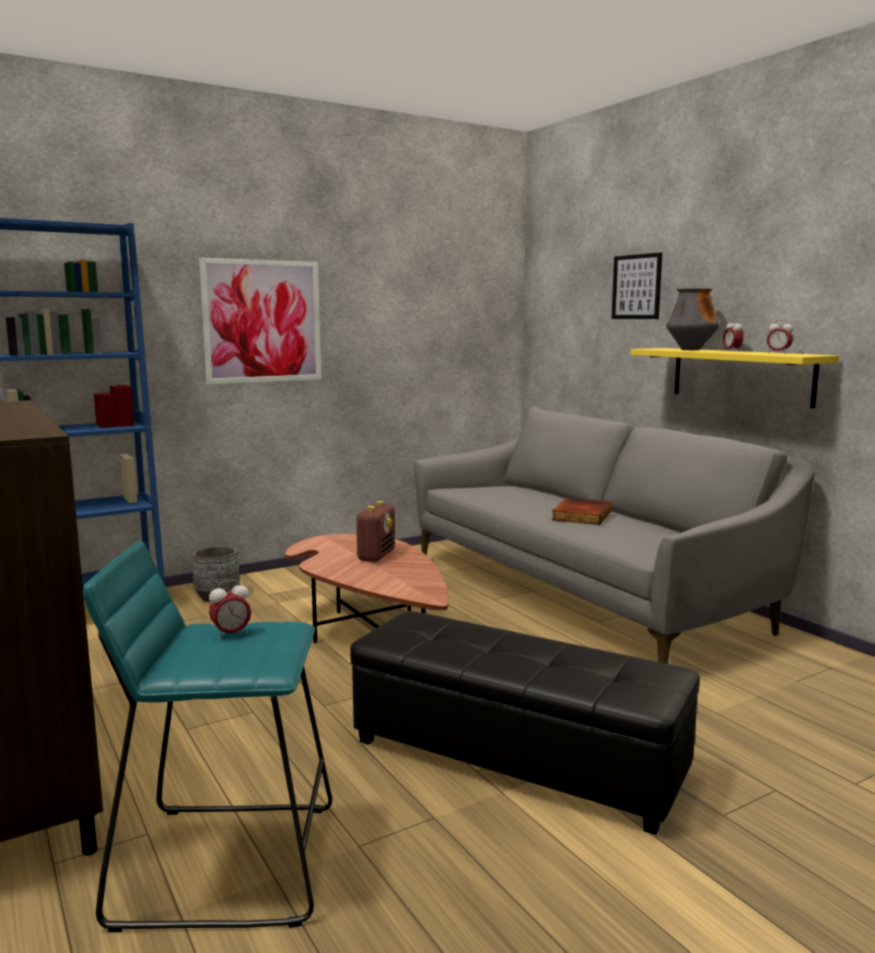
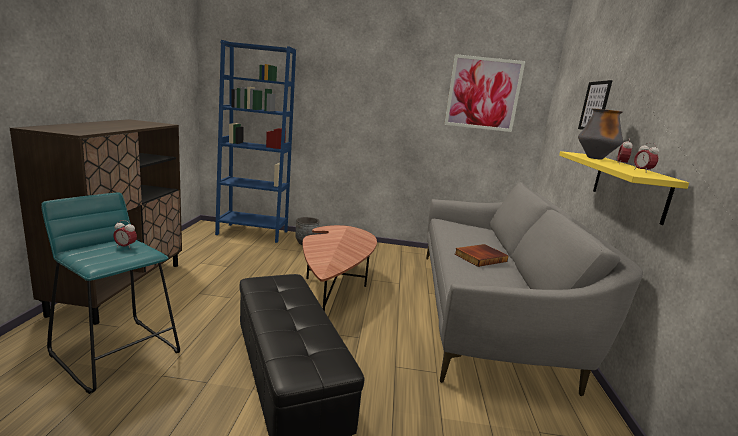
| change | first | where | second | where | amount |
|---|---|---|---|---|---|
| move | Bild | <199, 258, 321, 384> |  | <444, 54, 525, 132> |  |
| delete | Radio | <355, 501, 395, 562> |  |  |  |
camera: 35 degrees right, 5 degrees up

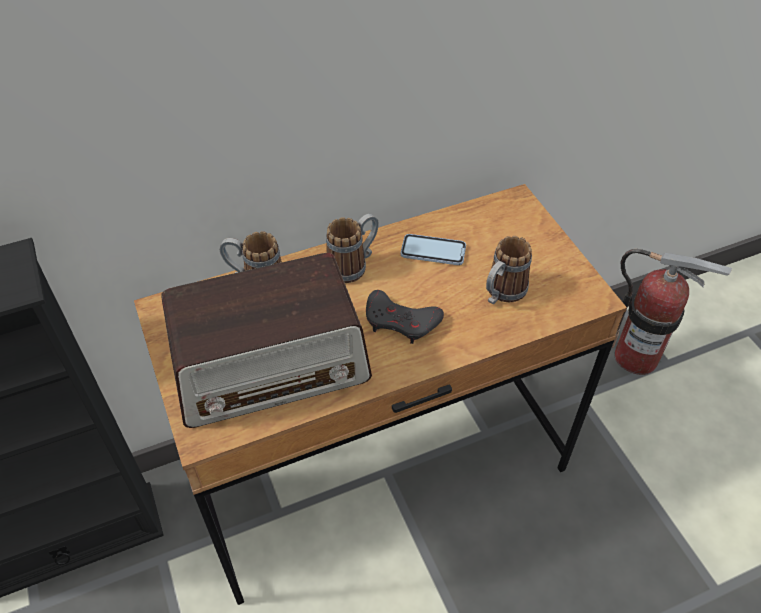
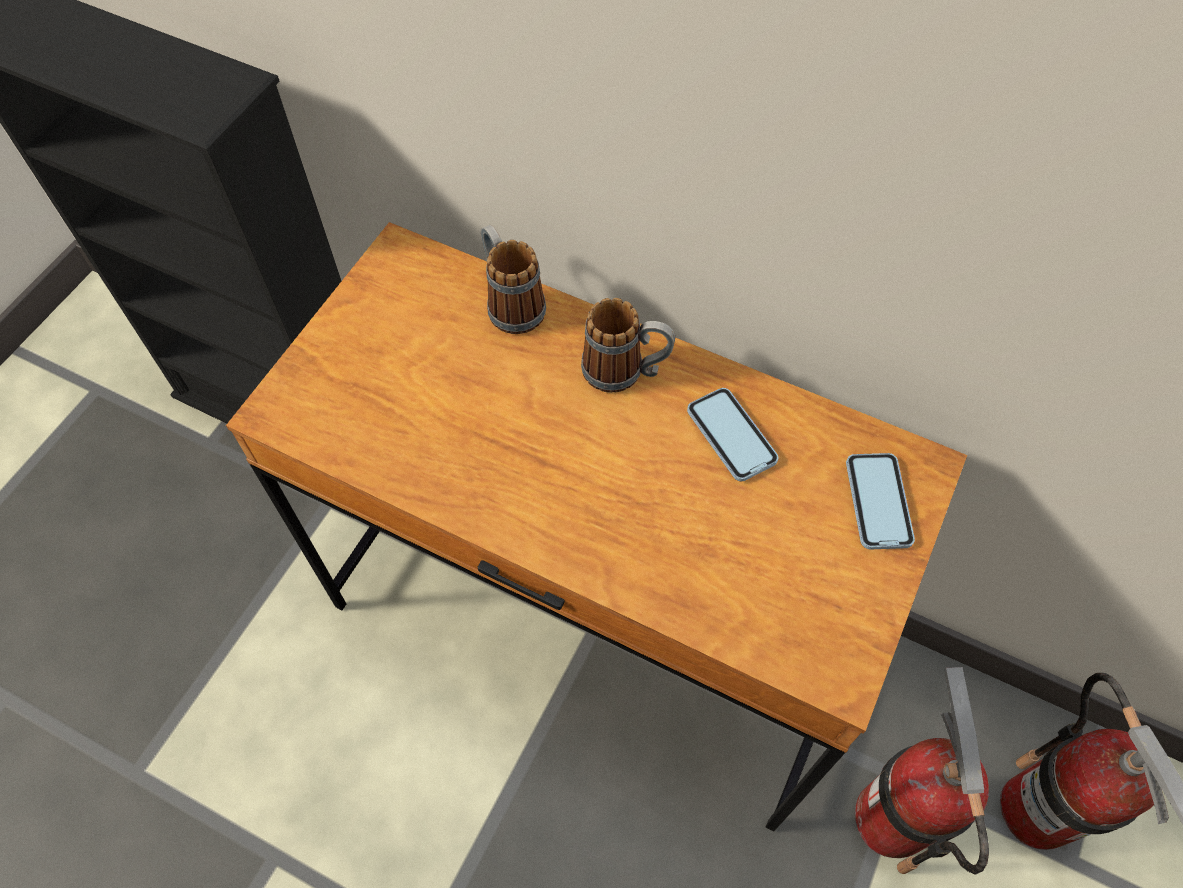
| change | first | where | second | where | amount |
|---|---|---|---|---|---|
| insert |  |  | Handy | <846, 453, 915, 549> |  |
| insert |  |  | Feuerlöscher | <855, 667, 989, 874> |  |
| delete | Radio | <161, 253, 372, 428> |  |  |  |
| delete | Gamepad [grau] | <366, 290, 444, 344> |  |  |  |
| delete | Henkelbecher | <486, 236, 532, 304> |  |  |  |
camera: 50 degrees right, 10 degrees up

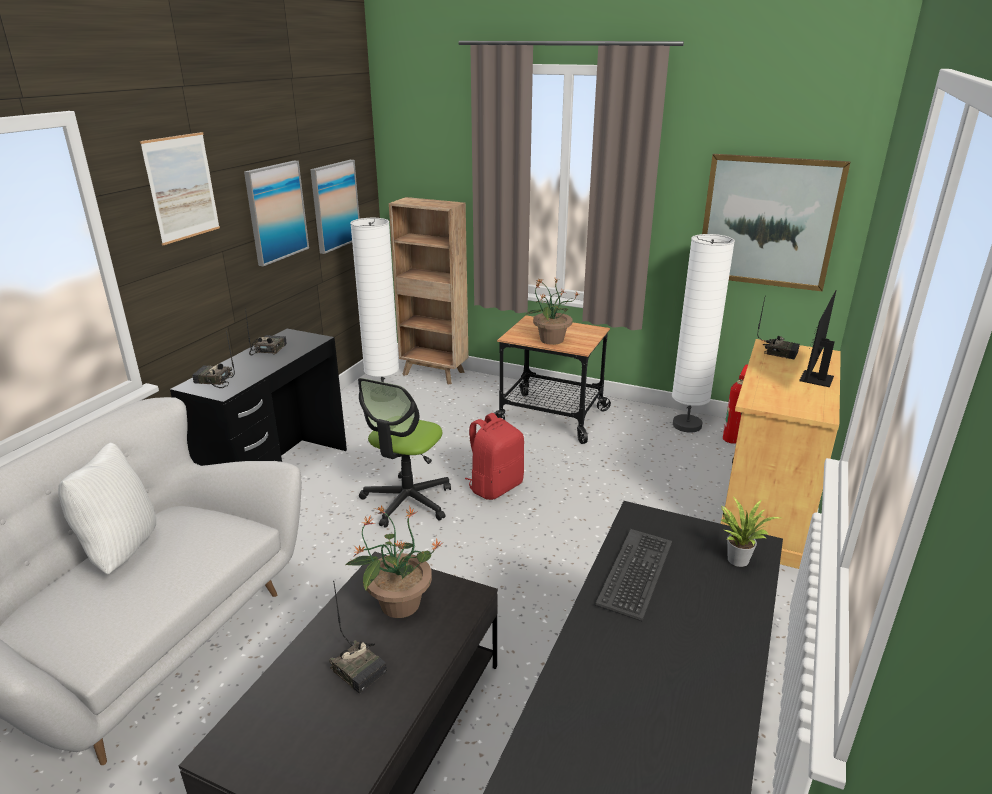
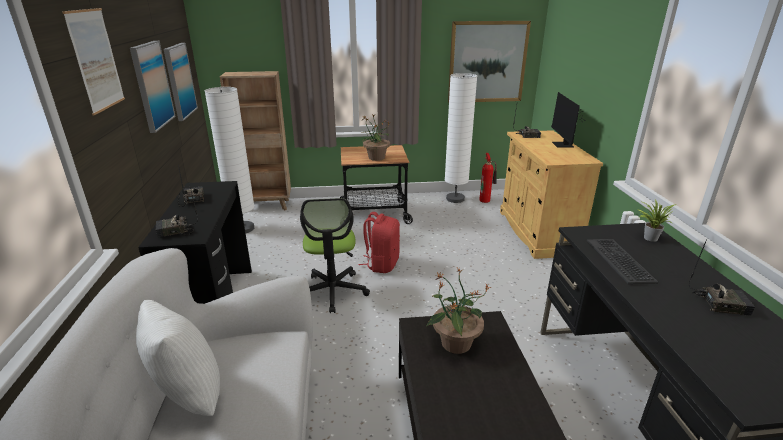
| change | first | where | second | where | amount |
|---|---|---|---|---|---|
| move | Radio | <329, 580, 387, 694> |  | <689, 240, 755, 316> |  |
camera: 30 degrees left, 0 degrees up

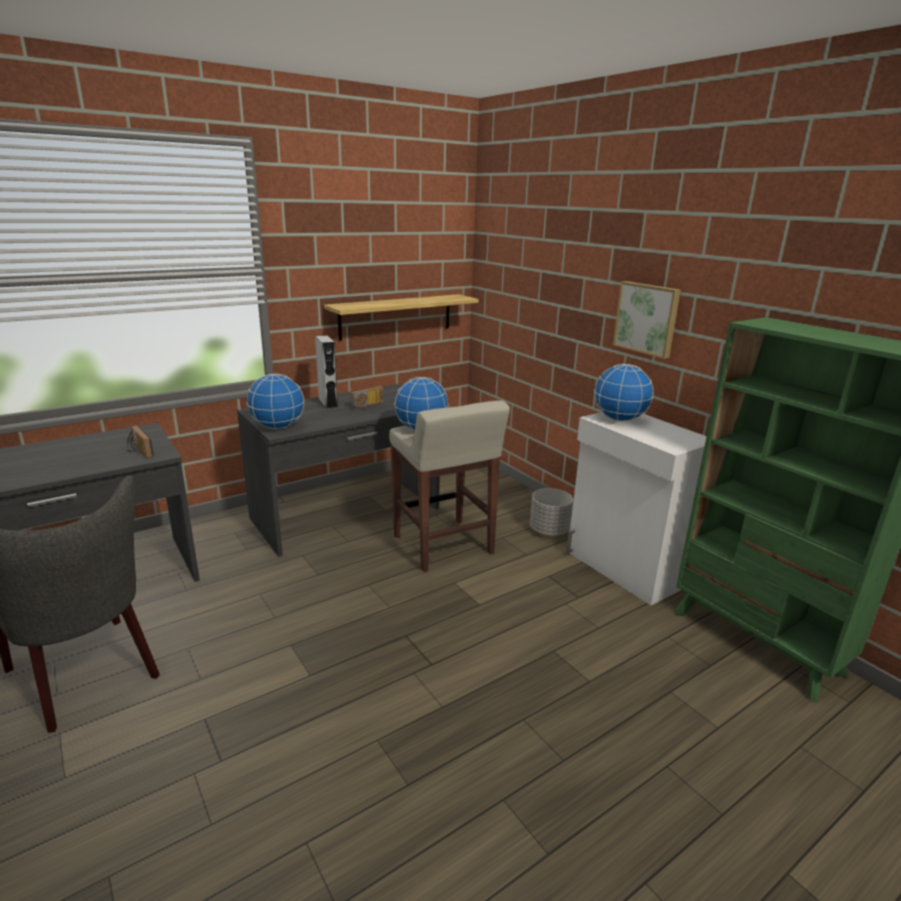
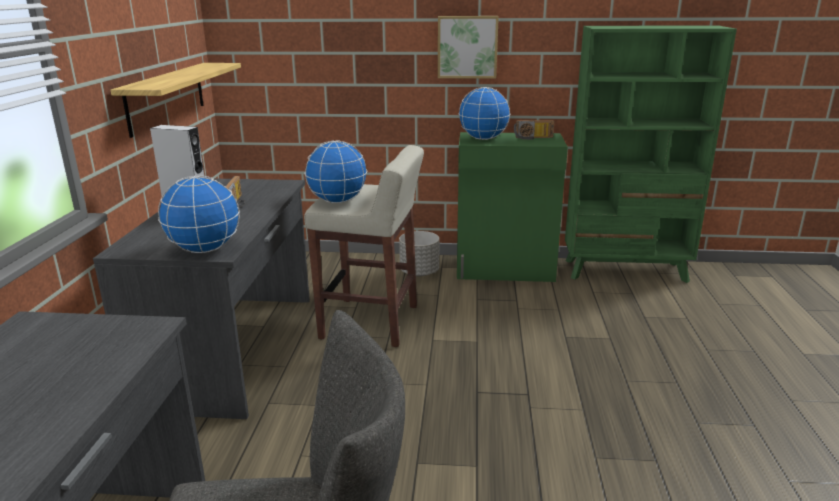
| change | first | where | second | where | amount |
|---|---|---|---|---|---|
| recolor | Schrank [weiß] | <566, 412, 707, 605> | Schrank [grün] | <457, 132, 568, 282> |  |
| move | Radio | <127, 425, 154, 458> |  | <514, 120, 554, 140> |  |
camera: 50 degrees left, 0 degrees up

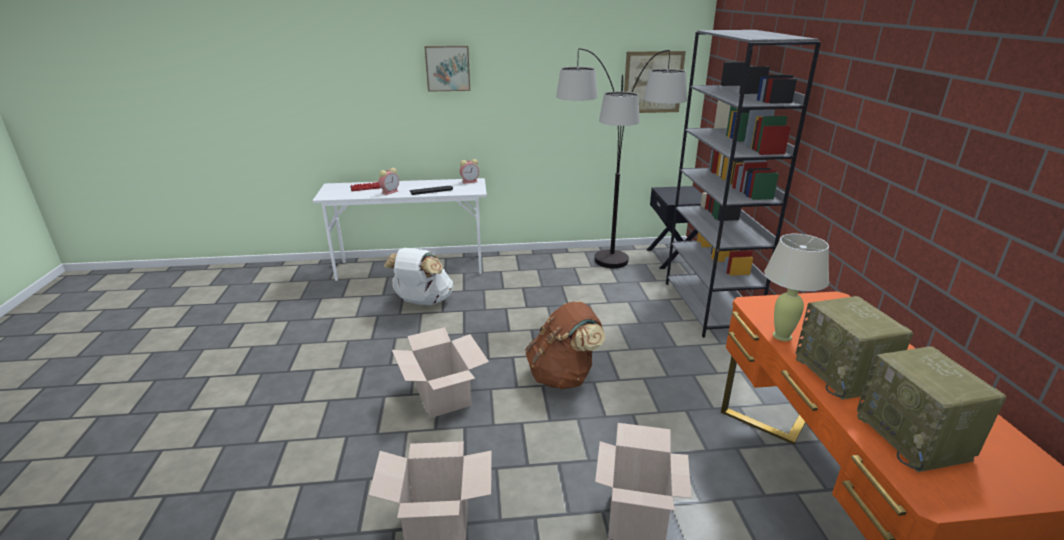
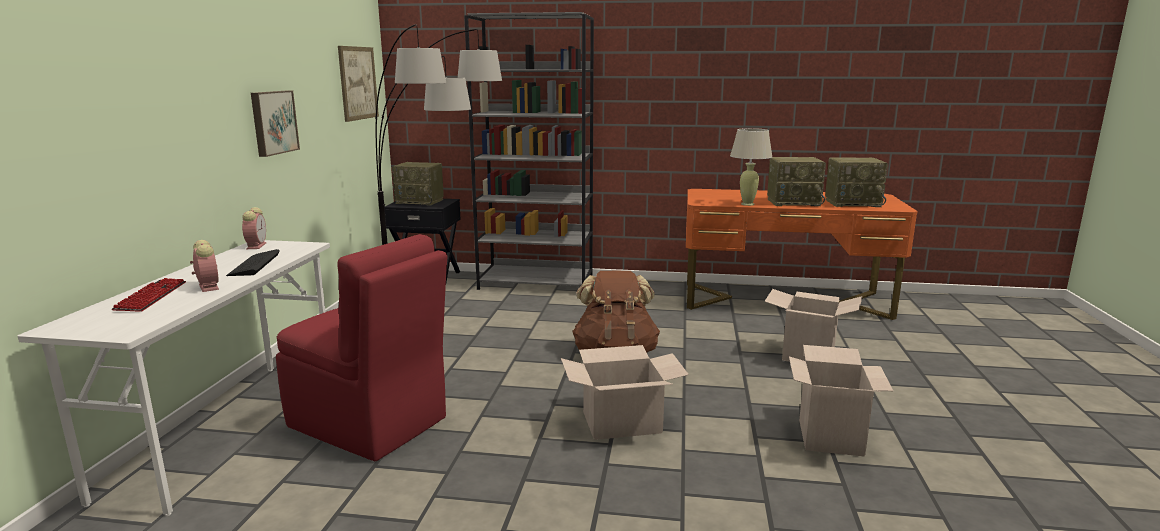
| change | first | where | second | where | amount |
|---|---|---|---|---|---|
| move | Bild | <425, 46, 470, 92> |  | <251, 91, 300, 157> |  |
| replace | Rucksack [weiß] | <383, 248, 454, 305> | Stuhl [rot] | <276, 234, 448, 461> |  |
| insert |  |  | Radio | <392, 162, 444, 206> |  |
camera: 75 degrees left, 10 degrees down

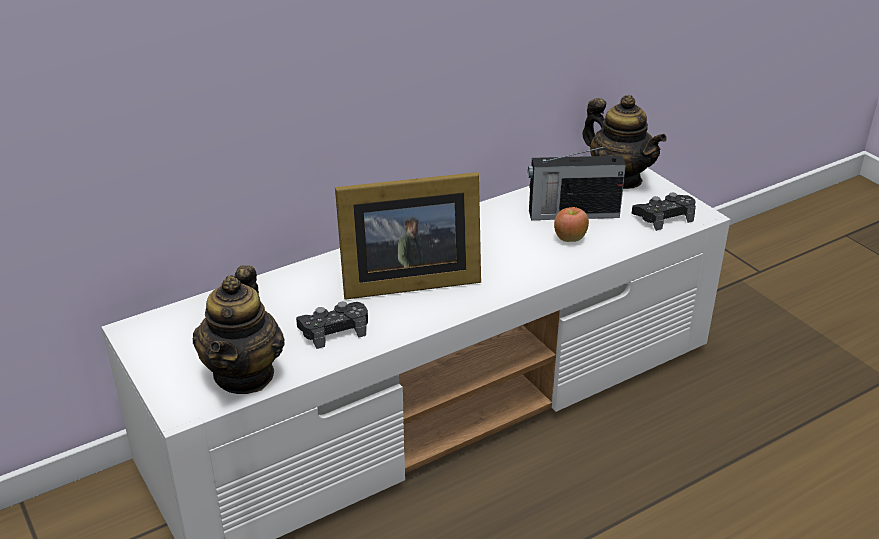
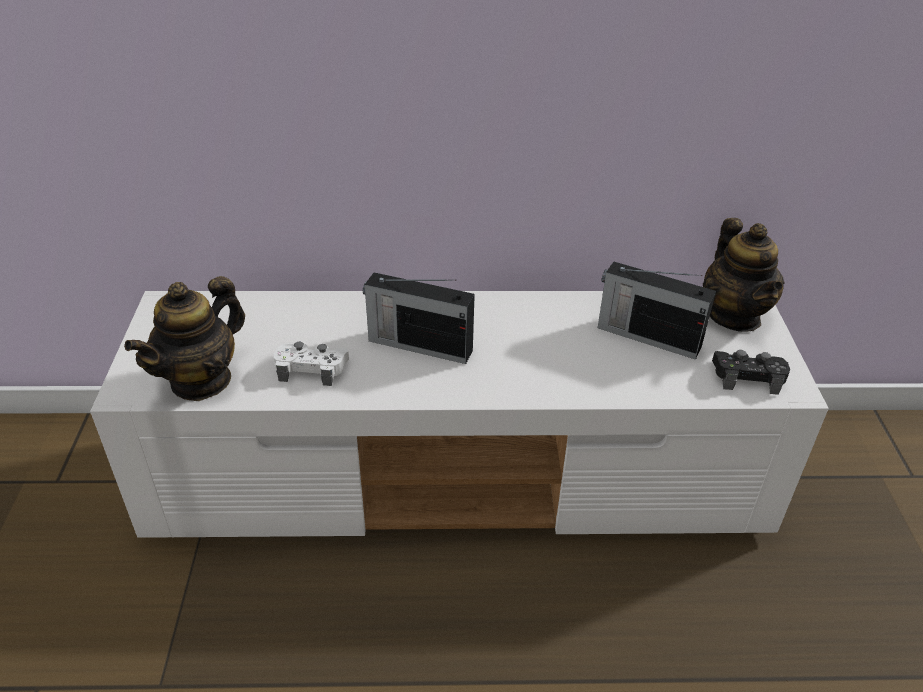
| change | first | where | second | where | amount |
|---|---|---|---|---|---|
| recolor | Gamepad [schwarz] | <296, 302, 368, 349> | Gamepad [weiß] | <274, 342, 349, 386> |  |
| replace | Bilderrahmen | <335, 172, 481, 300> | Radio | <363, 273, 475, 364> |  |
| delete | Apfel | <554, 207, 589, 242> |  |  |  |
camera: 30 degrees right, 5 degrees up

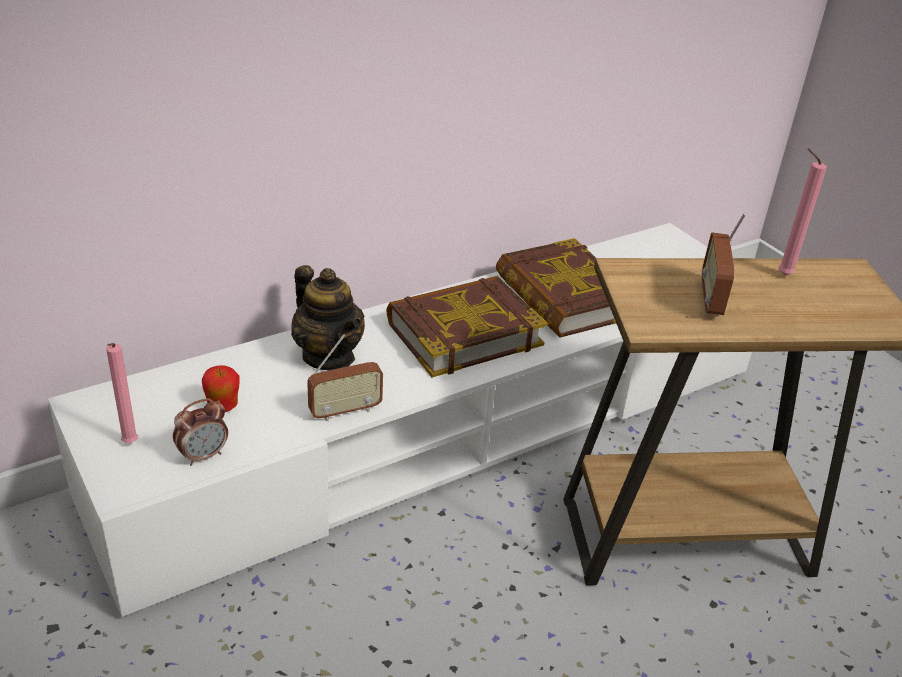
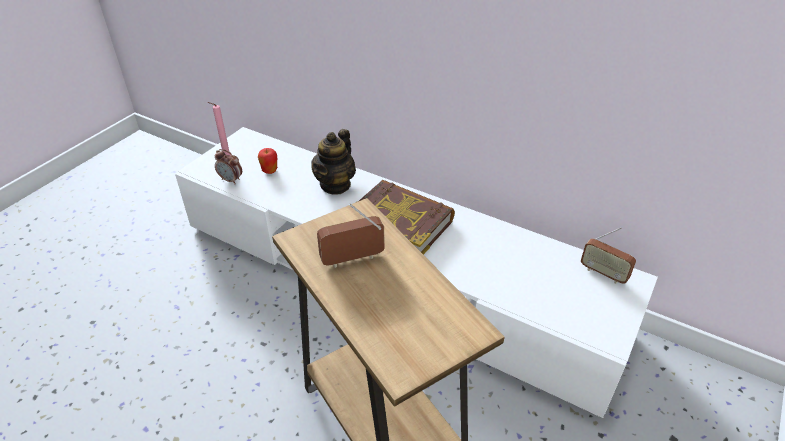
| change | first | where | second | where | amount |
|---|---|---|---|---|---|
| move | Radio | <307, 334, 383, 421> |  | <581, 227, 636, 284> |  |
| delete | Buch | <496, 238, 616, 338> |  |  |  |
| delete | Kerze [rosa] | <778, 148, 827, 276> |  |  |  |
camera: 65 degrees right, 5 degrees up

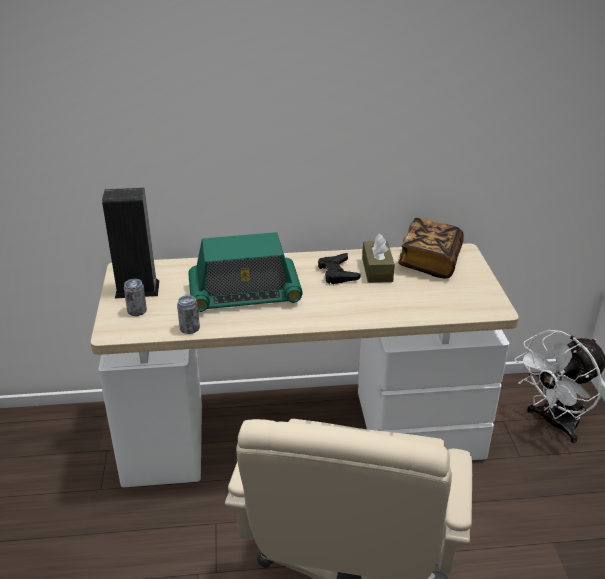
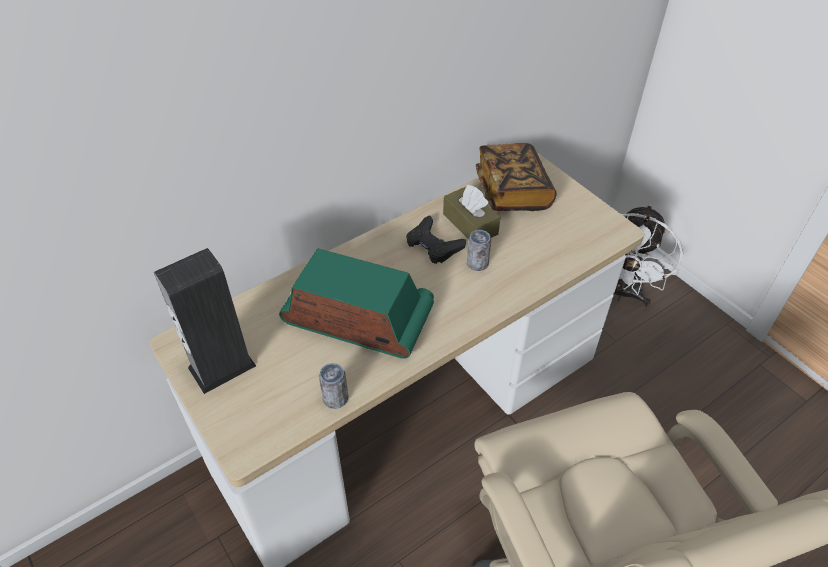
| change | first | where | second | where | amount |
|---|---|---|---|---|---|
| rotate | Radio | <188, 232, 303, 312> |  | <279, 249, 434, 359> | 120 degrees counterclockwise |
| move | Dose | <124, 279, 147, 316> |  | <467, 230, 491, 271> |  |
camera: 30 degrees left, 15 degrees up

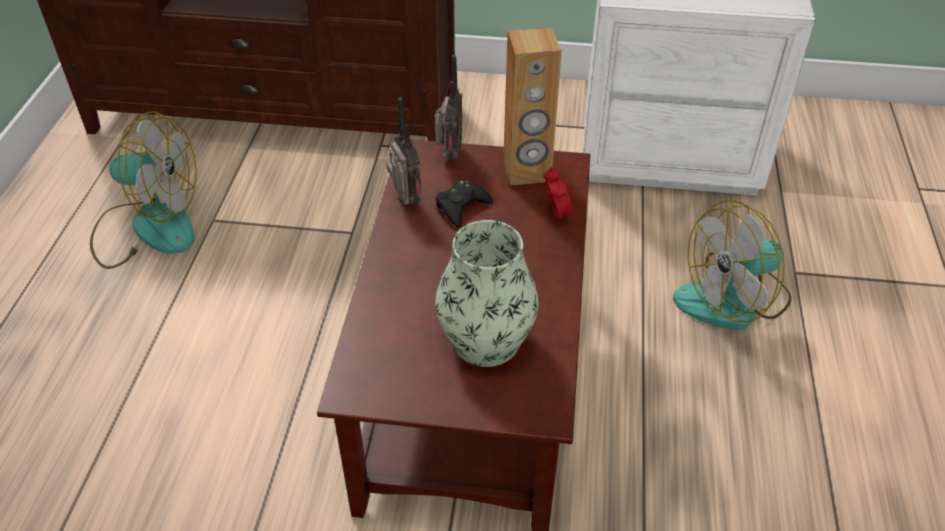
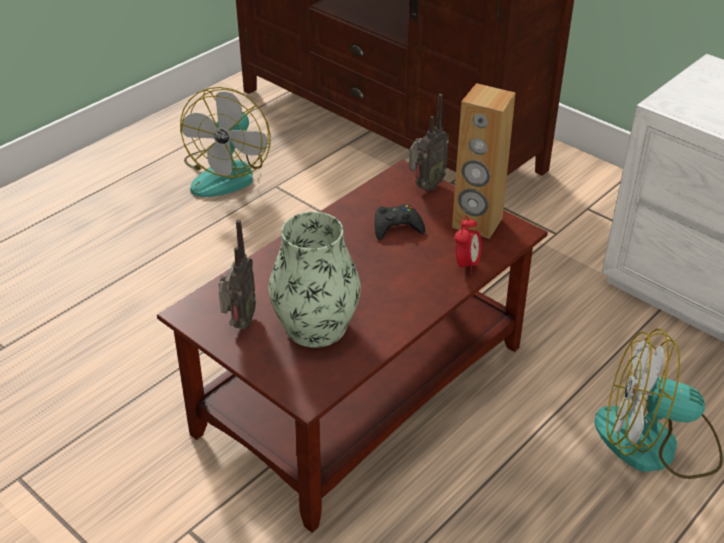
| change | first | where | second | where | amount |
|---|---|---|---|---|---|
| rotate | Ventilator | <90, 111, 197, 269> |  | <180, 87, 271, 197> | 60 degrees clockwise |
| move | Radio | <386, 97, 421, 205> |  | <219, 220, 256, 329> |  |
camera: 35 degrees right, 5 degrees down

